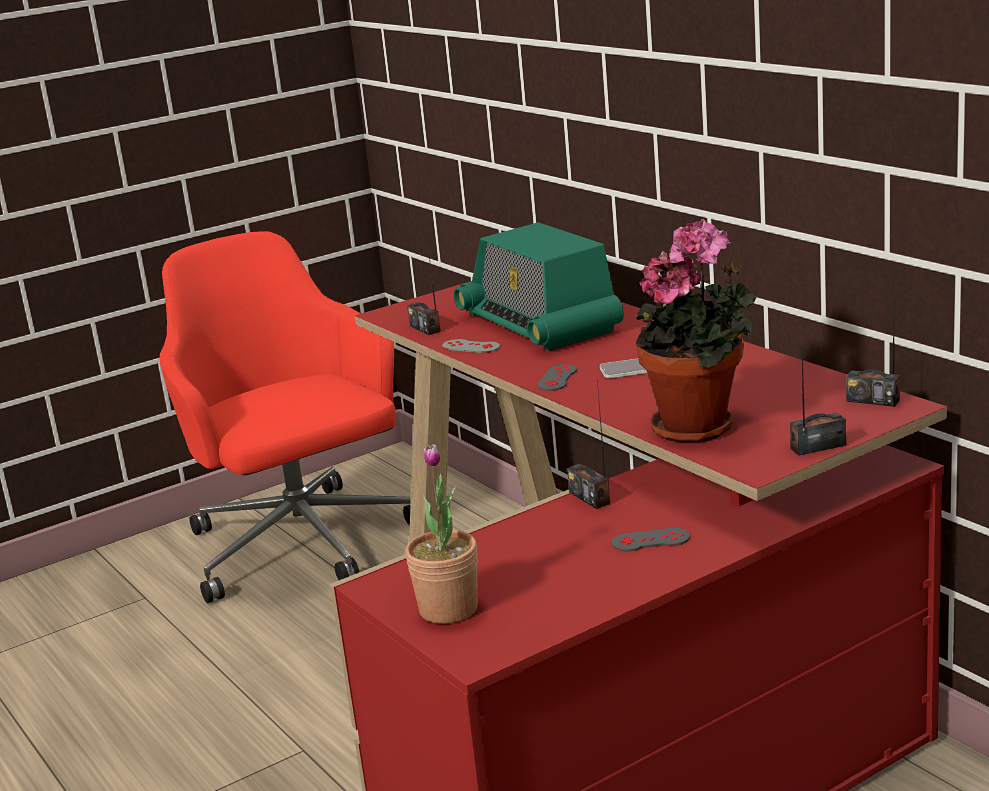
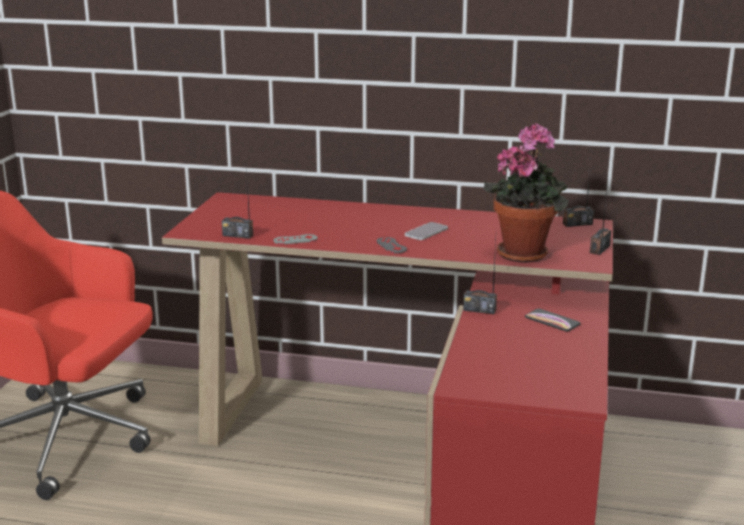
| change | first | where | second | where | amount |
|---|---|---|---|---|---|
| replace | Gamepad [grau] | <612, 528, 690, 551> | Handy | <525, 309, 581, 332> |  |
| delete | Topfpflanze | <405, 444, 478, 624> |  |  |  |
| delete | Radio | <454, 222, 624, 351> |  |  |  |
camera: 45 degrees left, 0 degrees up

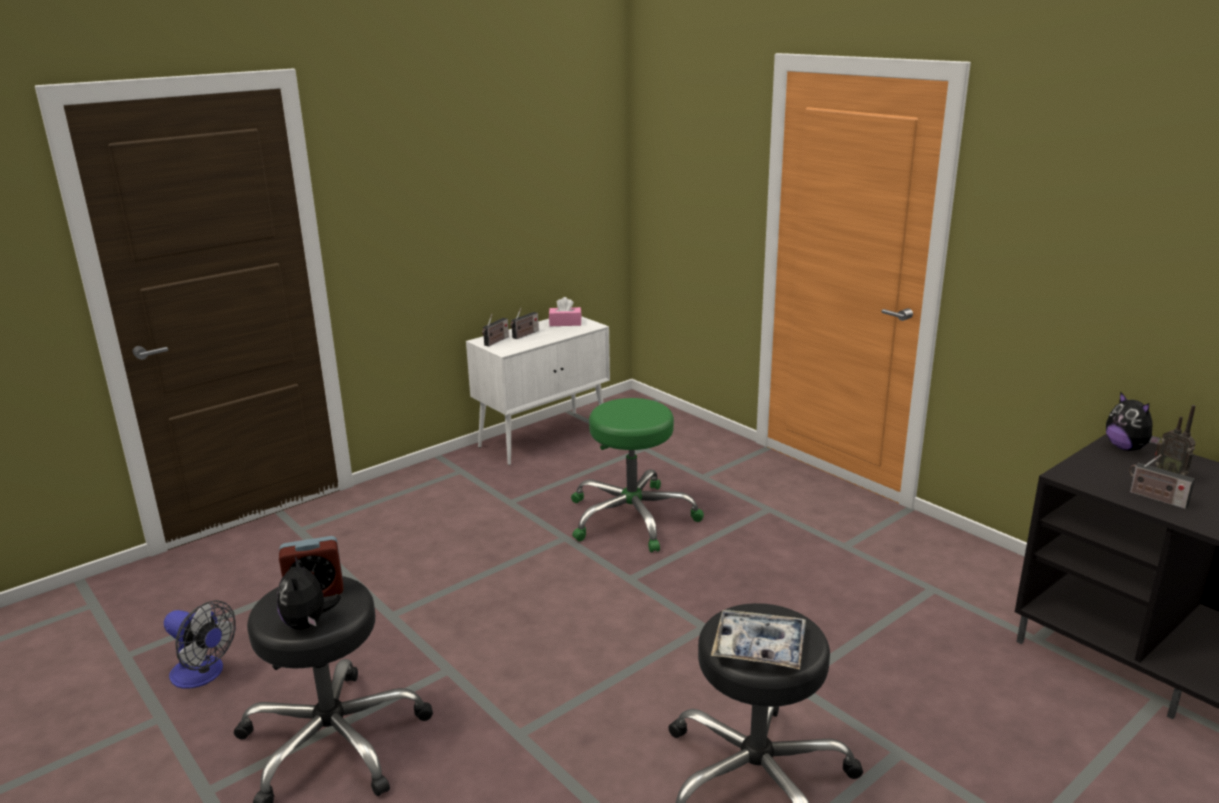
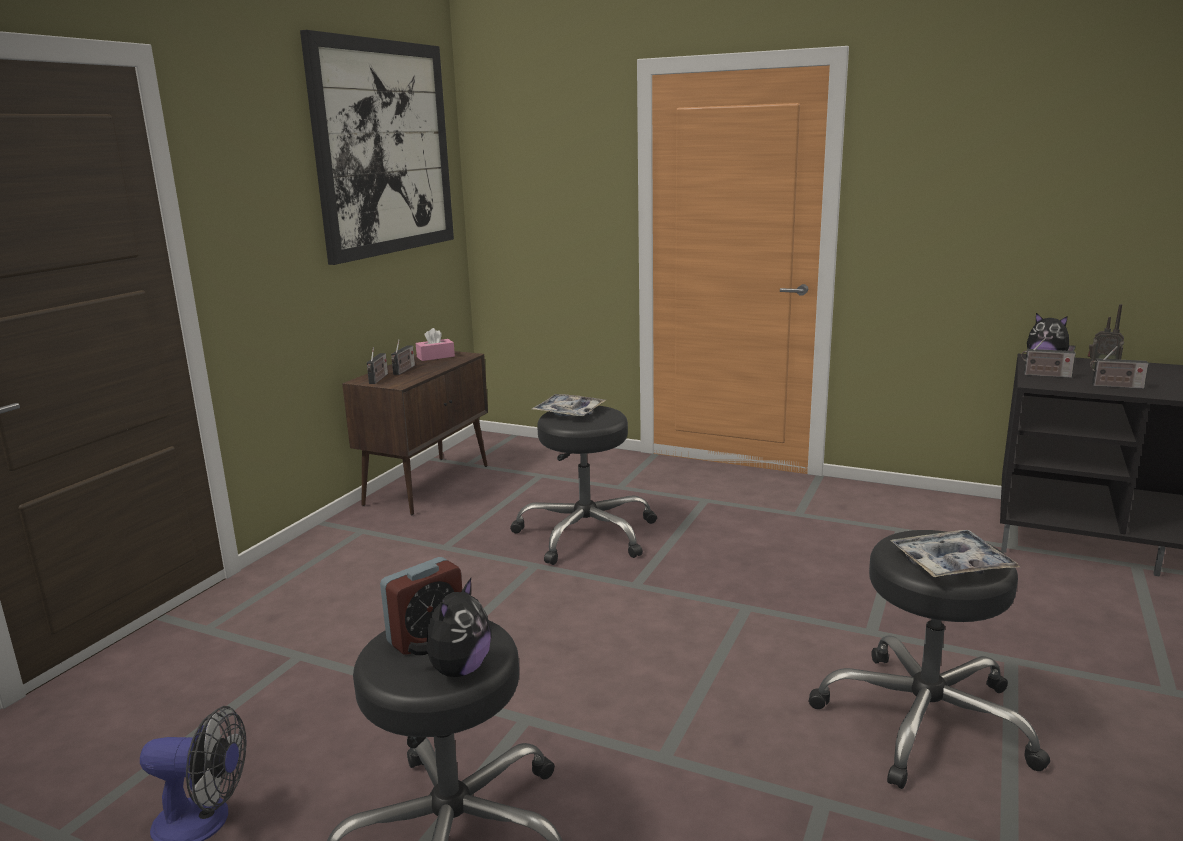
| change | first | where | second | where | amount |
|---|---|---|---|---|---|
| insert |  |  | Bild | <300, 30, 454, 265> |  |
| recolor | Schrank [weiß] | <466, 317, 610, 465> | Schrank [braun] | <342, 351, 488, 515> |  |
| rotate | Plüschtier | <277, 556, 341, 629> |  | <408, 578, 491, 677> | 120 degrees counterclockwise |
| recolor | Hocker [grün] | <571, 398, 704, 552> | Hocker [schwarz] | <510, 406, 657, 565> |  |
| insert |  |  | Tablett | <532, 394, 606, 416> |  |
| insert |  |  | Radio | <1021, 337, 1076, 378> |  |
camera: 25 degrees left, 5 degrees down

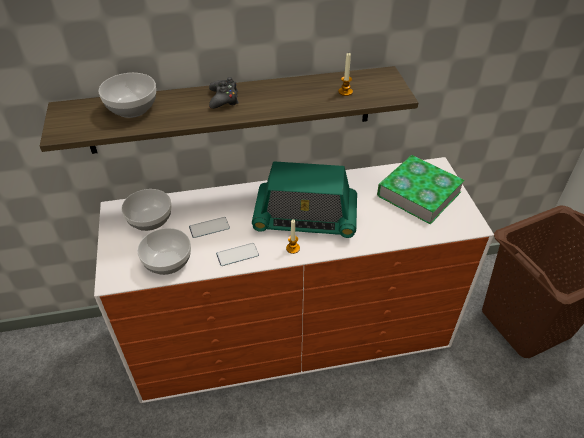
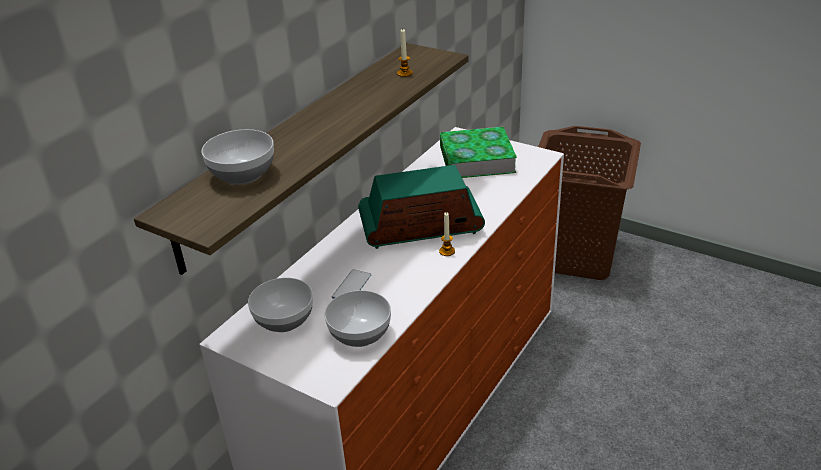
| change | first | where | second | where | amount |
|---|---|---|---|---|---|
| rotate | Radio | <252, 161, 357, 238> |  | <358, 165, 485, 249> | 150 degrees counterclockwise |
| delete | Gamepad [schwarz] | <209, 77, 239, 109> |  |  |  |
| delete | Handy | <216, 243, 259, 266> |  |  |  |
camera: 45 degrees left, 10 degrees down

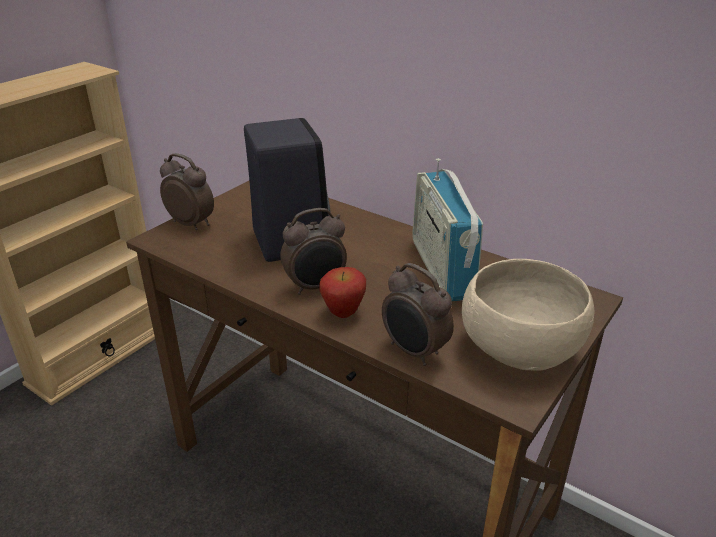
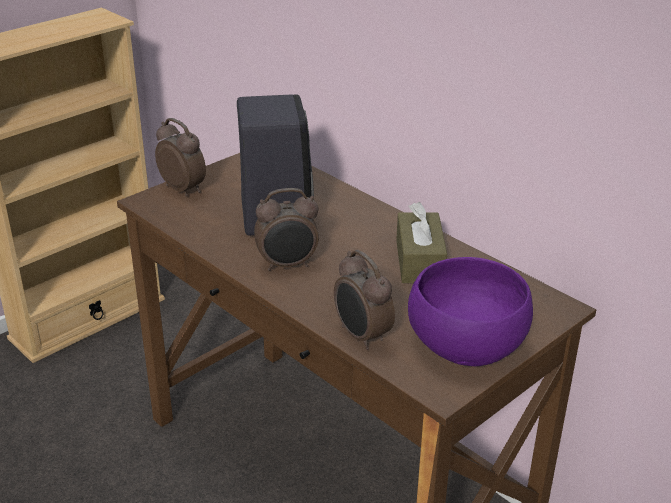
| change | first | where | second | where | amount |
|---|---|---|---|---|---|
| replace | Radio | <412, 158, 483, 301> | Taschentuchbox [braun] | <396, 202, 447, 283> |  |
| recolor | Schüssel [beige] | <462, 259, 594, 371> | Schüssel [lila] | <408, 257, 533, 366> |  |
| delete | Apfel | <319, 267, 366, 318> |  |  |  |
camera: 10 degrees right, 0 degrees up

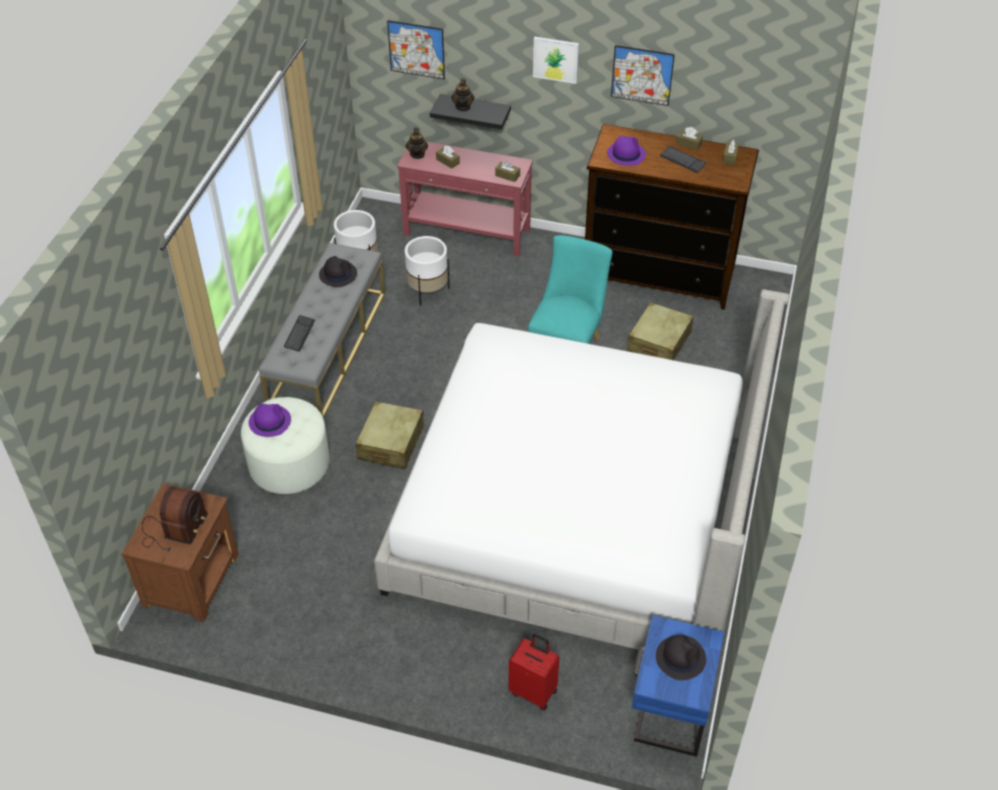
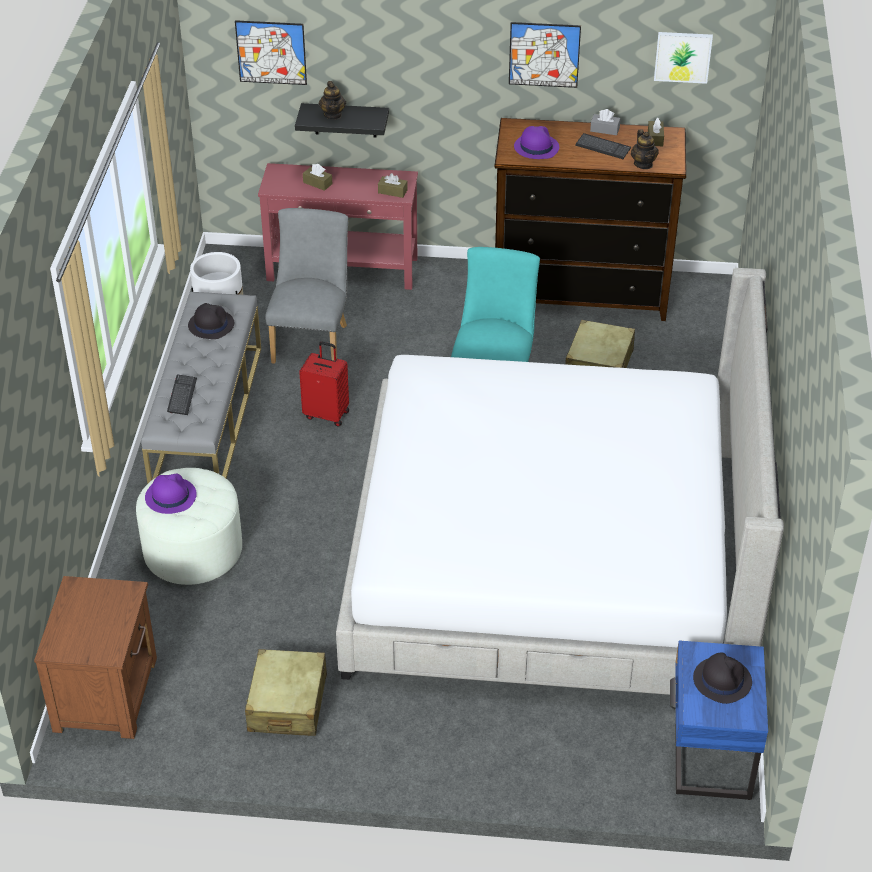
| change | first | where | second | where | amount |
|---|---|---|---|---|---|
| move | Koffer [beige] | <355, 401, 424, 469> |  | <245, 649, 327, 736> |  |
| replace | Pflanzkübel [weiß] | <405, 236, 450, 306> | Stuhl [grau] | <265, 208, 348, 364> |  |
| move | Koffer [rot] | <508, 634, 559, 710> |  | <299, 342, 349, 427> |  |
| recolor | Taschentuchbox [braun] | <676, 127, 703, 151> | Taschentuchbox [grau] | <590, 109, 621, 135> |  |
| move | Teekanne | <406, 127, 428, 159> |  | <631, 129, 659, 169> |  |
| move | Bild | <533, 37, 579, 84> |  | <654, 32, 713, 84> |  |
| delete | Radio | <142, 486, 208, 551> |  |  |  |
camera: 10 degrees left, 5 degrees down

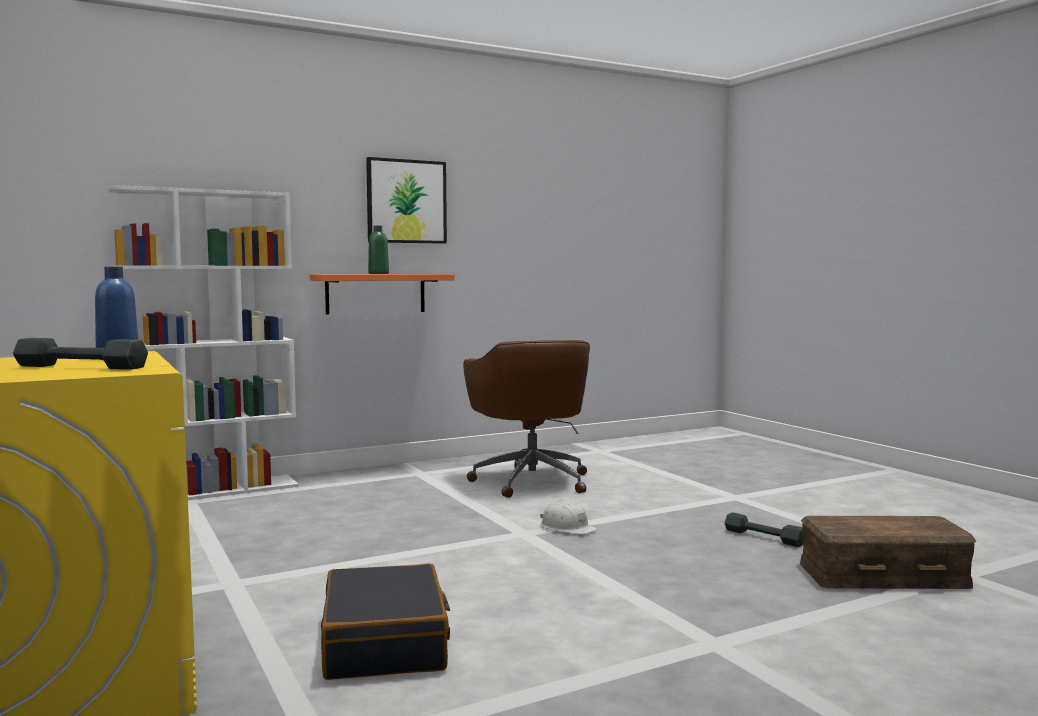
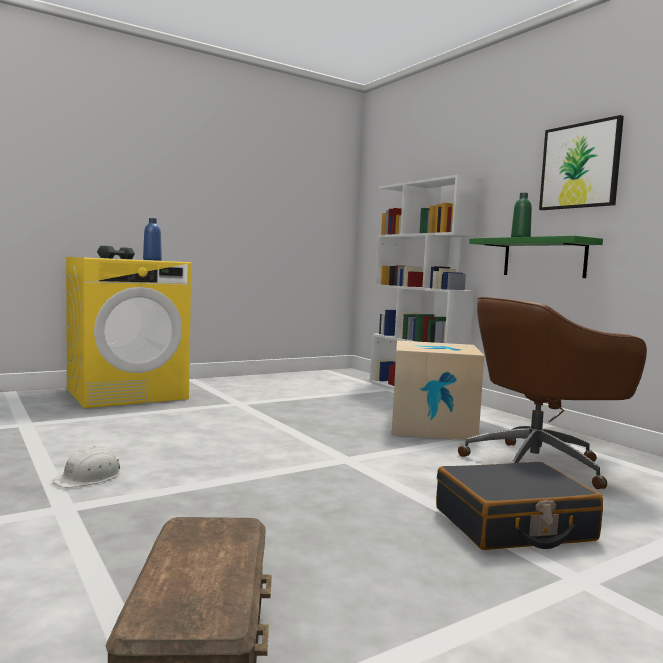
| change | first | where | second | where | amount |
|---|---|---|---|---|---|
| move | Schutzhelm [weiß] | <540, 499, 597, 535> |  | <51, 446, 120, 488> |  |
| insert |  |  | Karton | <392, 340, 484, 440> |  |
| move | Koffer [schwarz] | <321, 563, 450, 680> |  | <436, 462, 603, 550> |  |
| recolor | Wandregal [orange] | <310, 274, 455, 314> | Wandregal [grün] | <469, 236, 603, 278> |  |
| delete | Hantel [grau] | <725, 512, 803, 547> |  |  |  |
camera: 85 degrees right, 0 degrees up

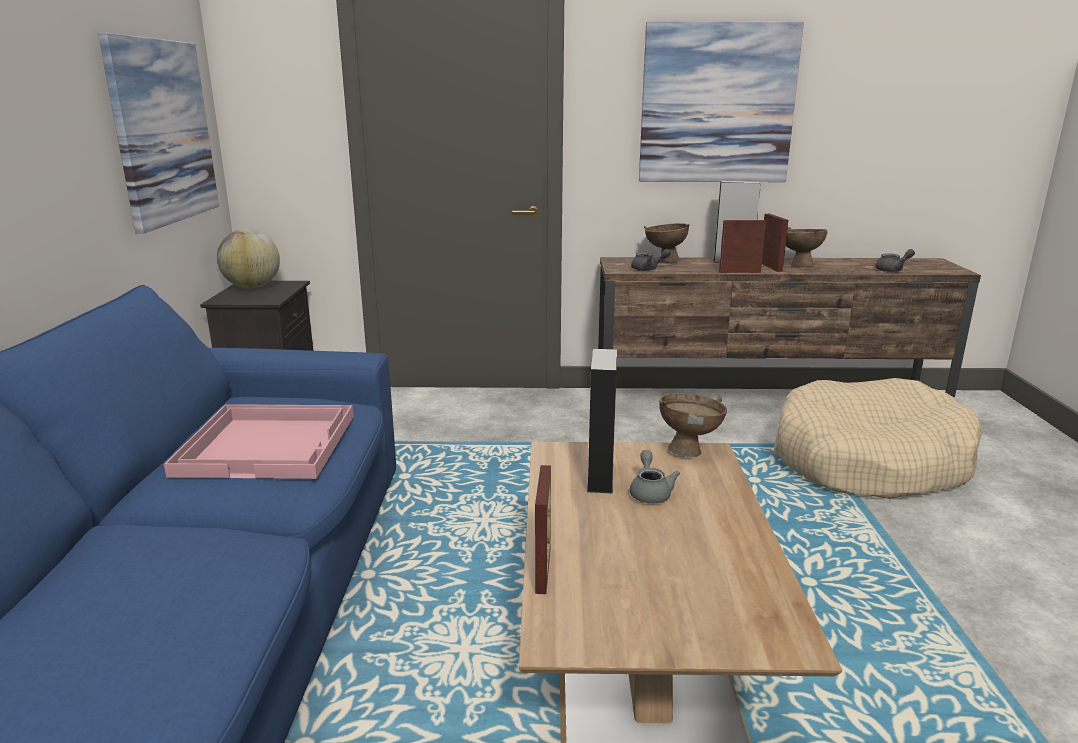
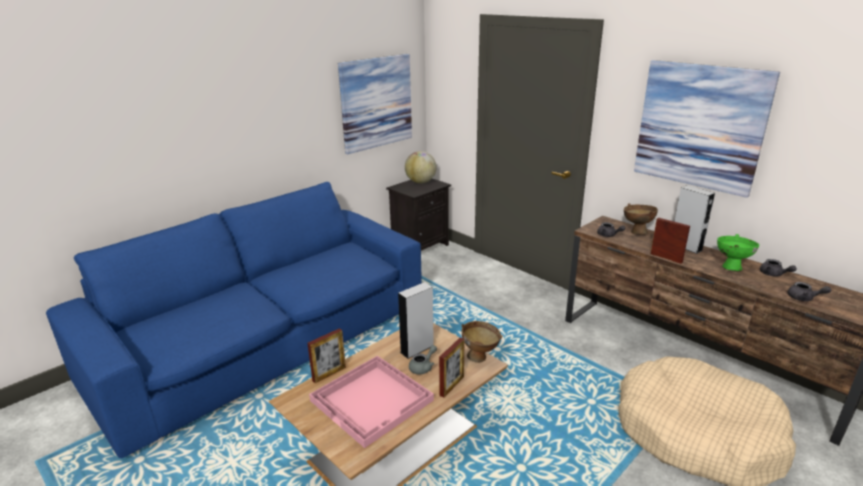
| change | first | where | second | where | amount |
|---|---|---|---|---|---|
| move | Tablett [rosa] | <164, 404, 354, 479> |  | <309, 356, 434, 448> |  |
| move | Bilderrahmen | <762, 214, 788, 272> |  | <439, 337, 465, 398> |  |
| recolor | Schüssel [braun] | <786, 227, 828, 266> | Schüssel [grün] | <717, 234, 759, 271> |  |
| insert |  |  | Teekanne [grau] | <760, 259, 797, 277> |  |
camera: 45 degrees right, 5 degrees up

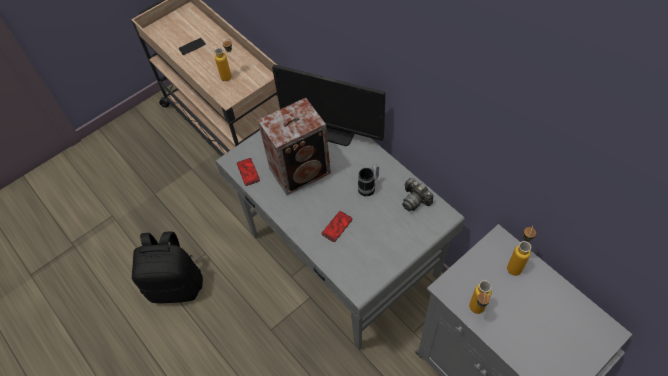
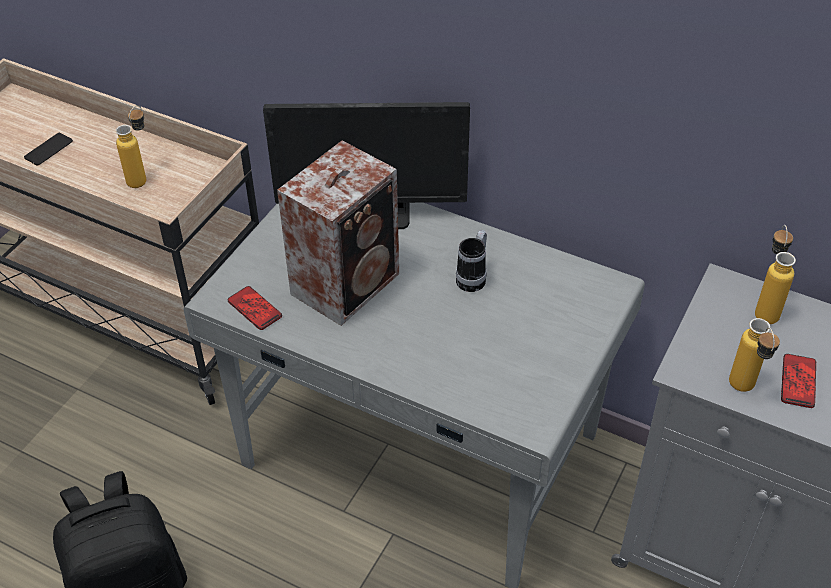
| change | first | where | second | where | amount |
|---|---|---|---|---|---|
| move | Handy | <321, 211, 353, 242> |  | <781, 354, 816, 408> |  |
| delete | Kamera | <402, 178, 433, 211> |  |  |  |
camera: 25 degrees left, 10 degrees down

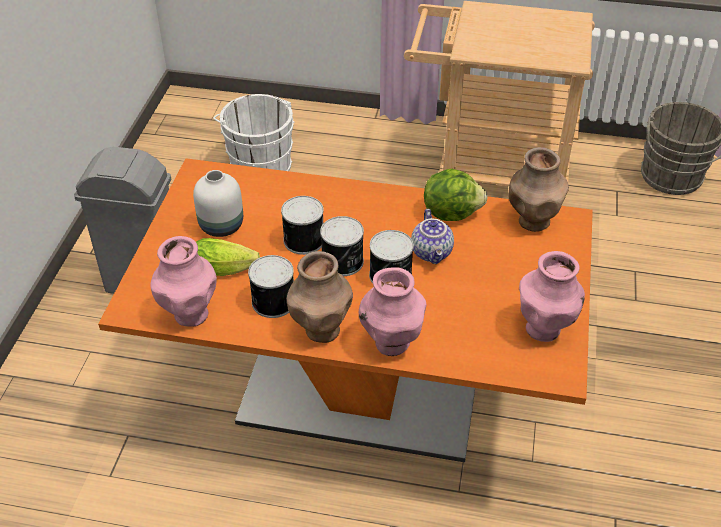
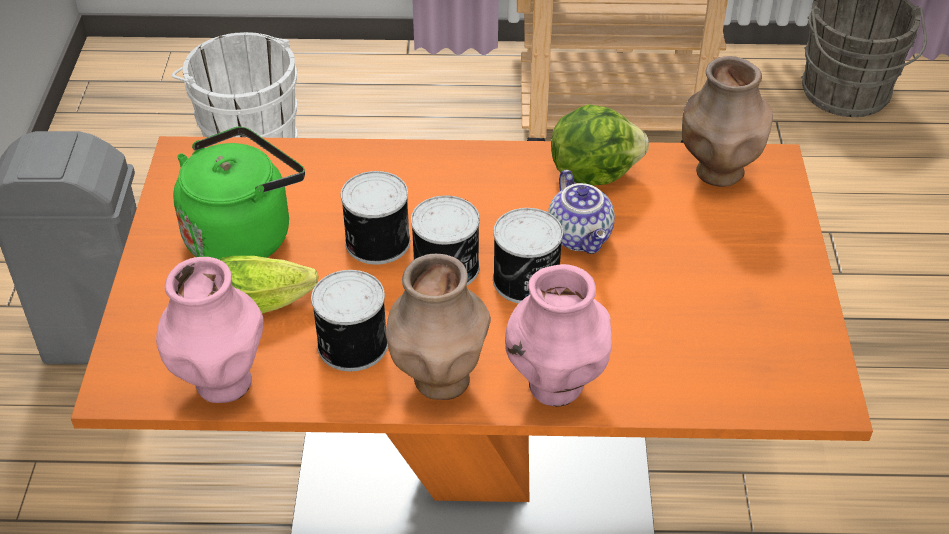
| change | first | where | second | where | amount |
|---|---|---|---|---|---|
| replace | Vase [weiß] | <193, 170, 243, 237> | Wasserkessel [grün] | <173, 127, 305, 259> |  |
| delete | Vase [rosa] | <519, 251, 585, 342> |  |  |  |
camera: 10 degrees left, 0 degrees up

